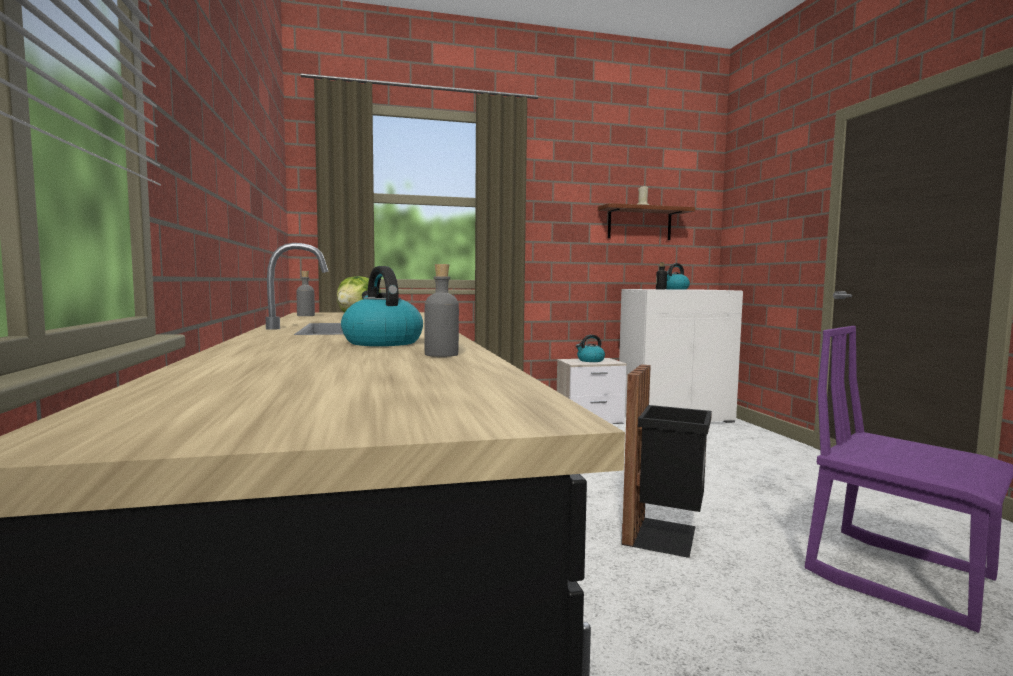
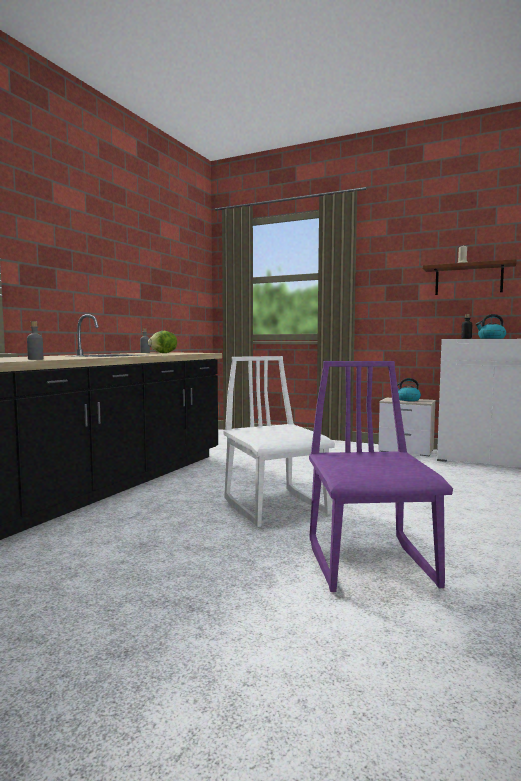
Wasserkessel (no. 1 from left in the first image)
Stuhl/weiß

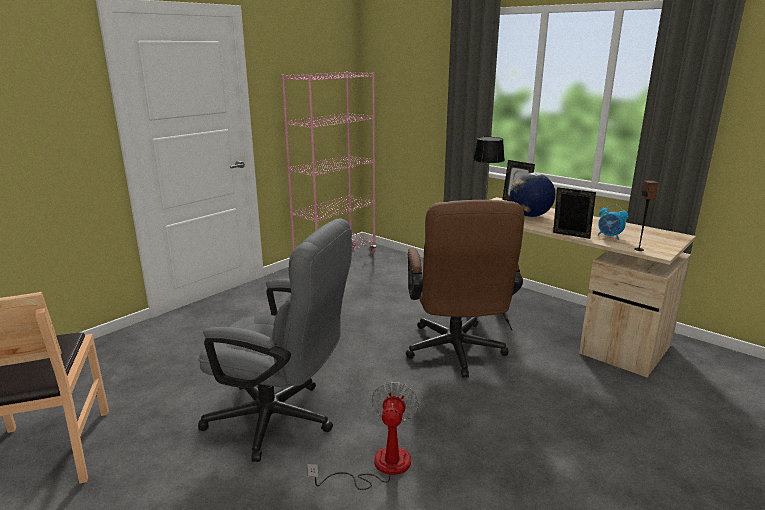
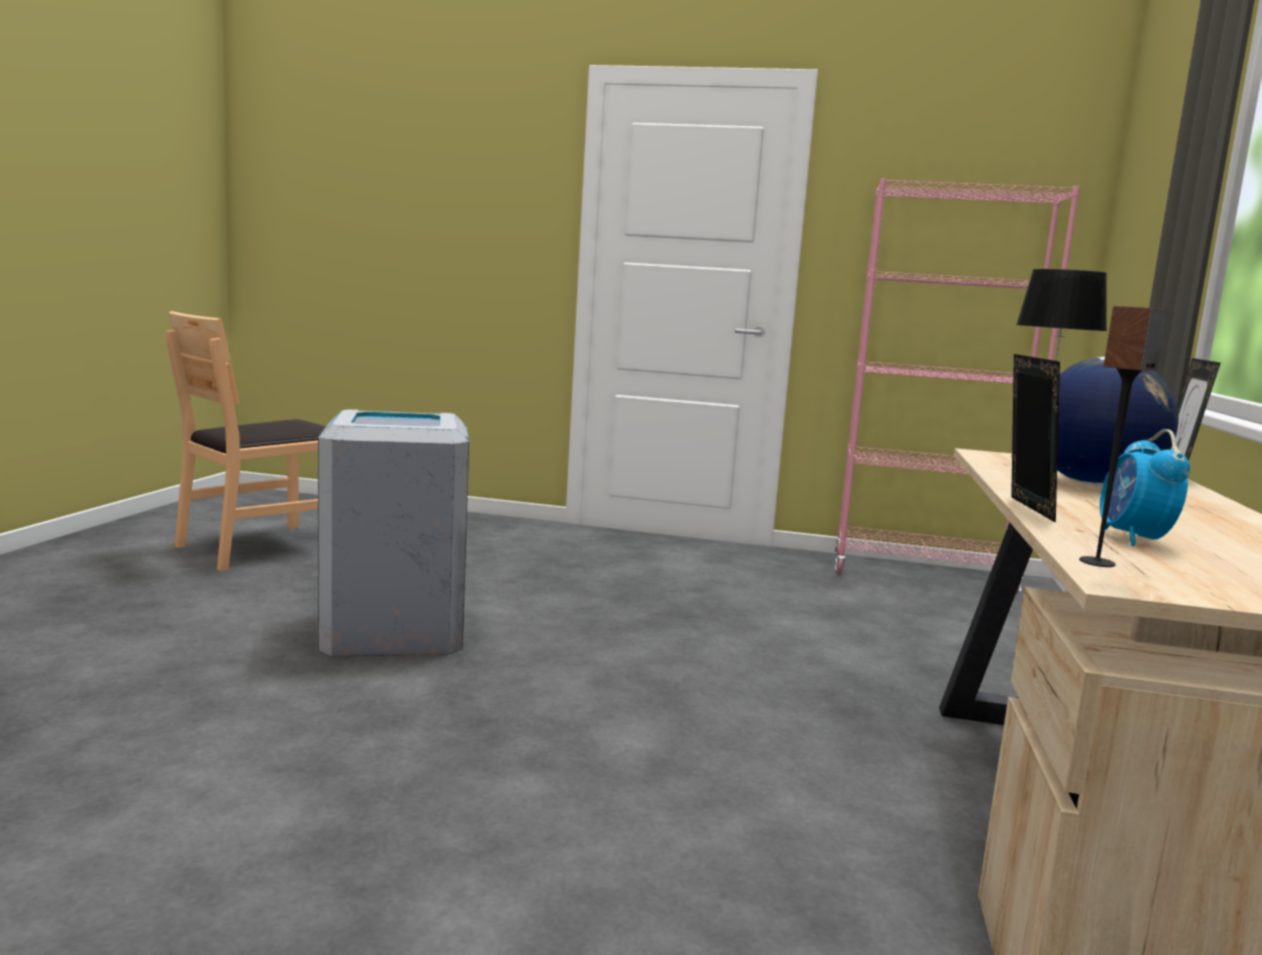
Bürostuhl/braun
Mülleimer/grau
Ventilator

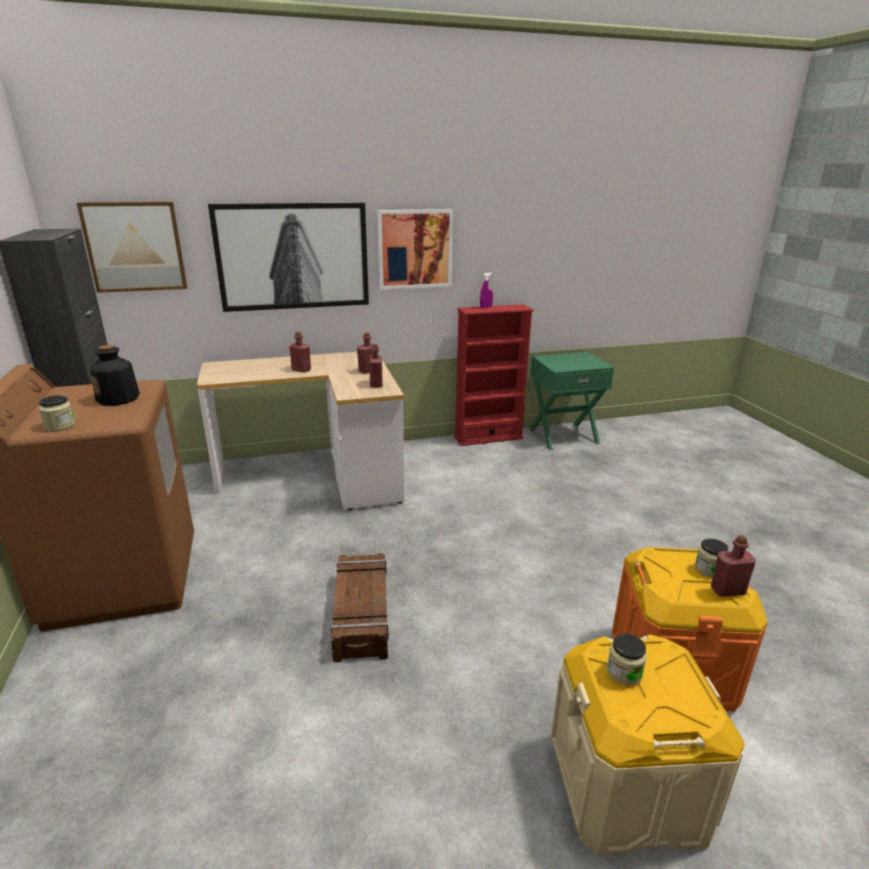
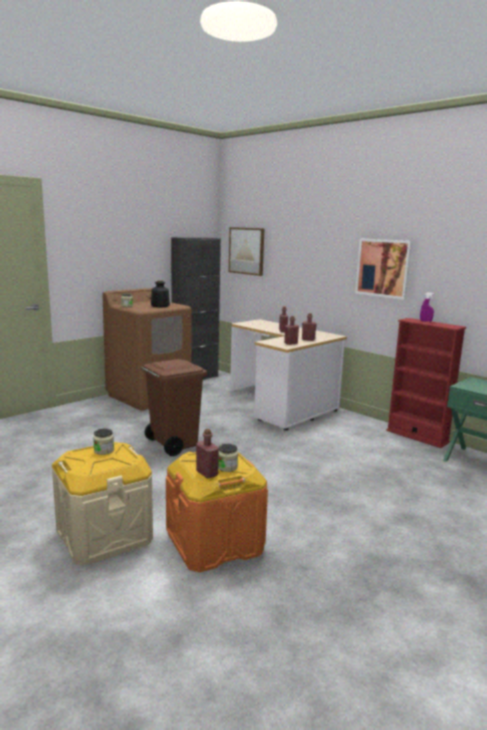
Bild (no. 2 from left in the first image)
Mülleimer/braun

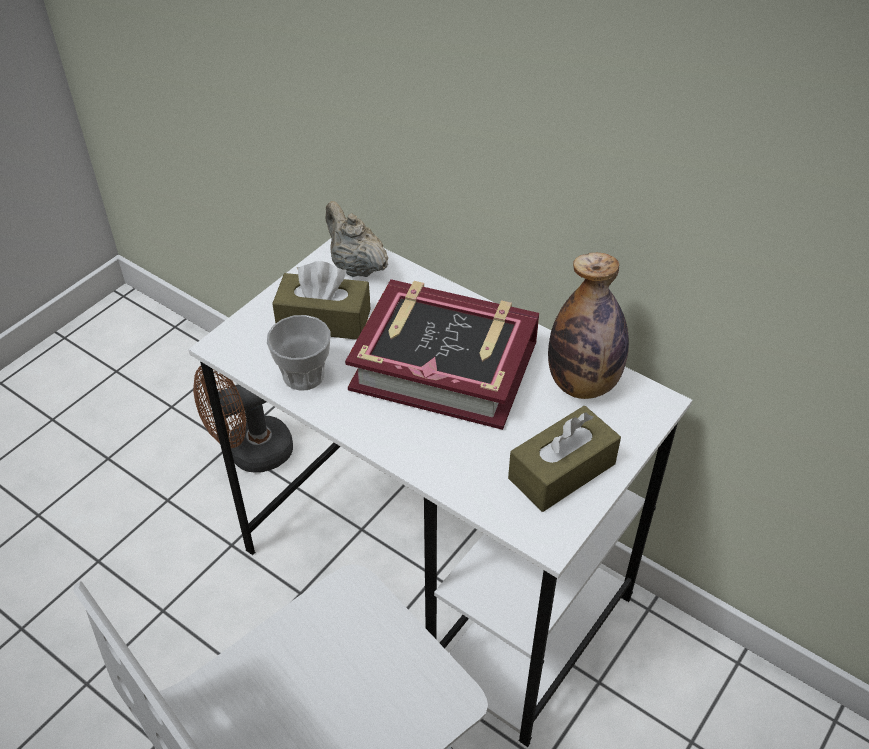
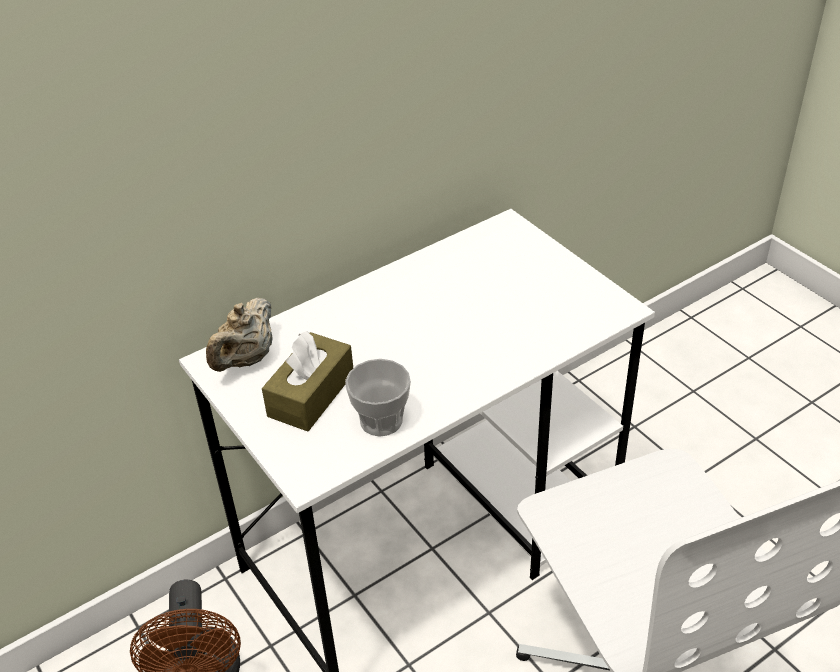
Teekanne/beige
Flasche
Buch
Taschentuchbox/braun (no. 2 from left in the first image)

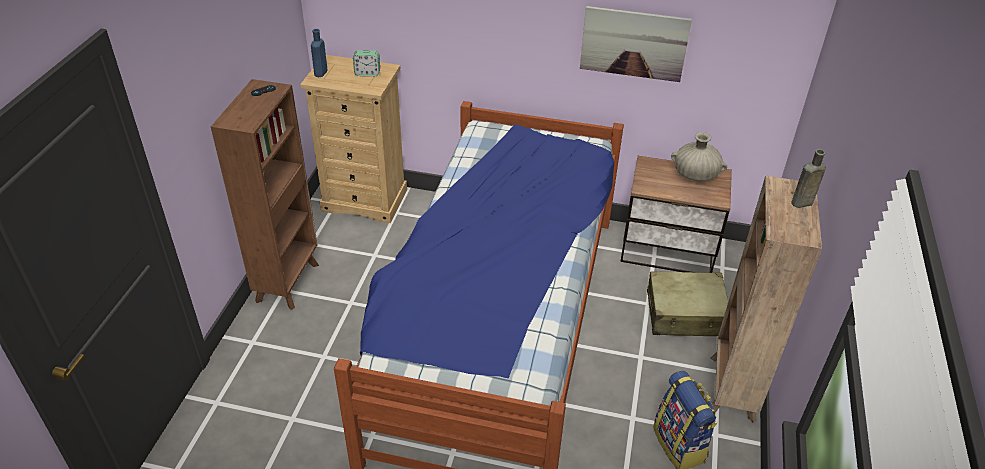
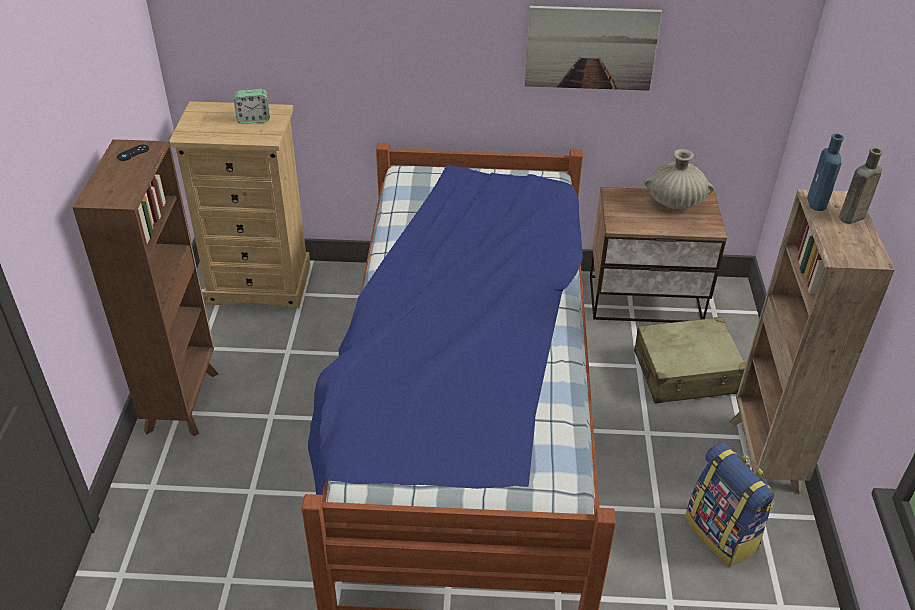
Flasche/blau

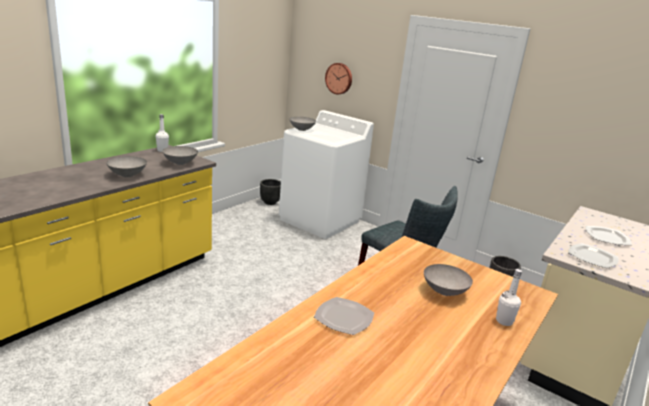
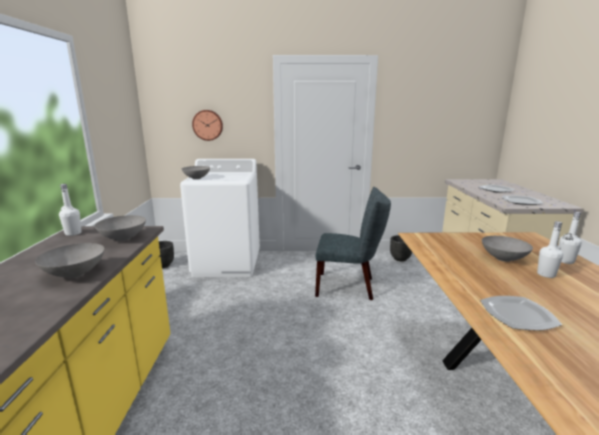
Flasche/weiß (no. 2 from left)

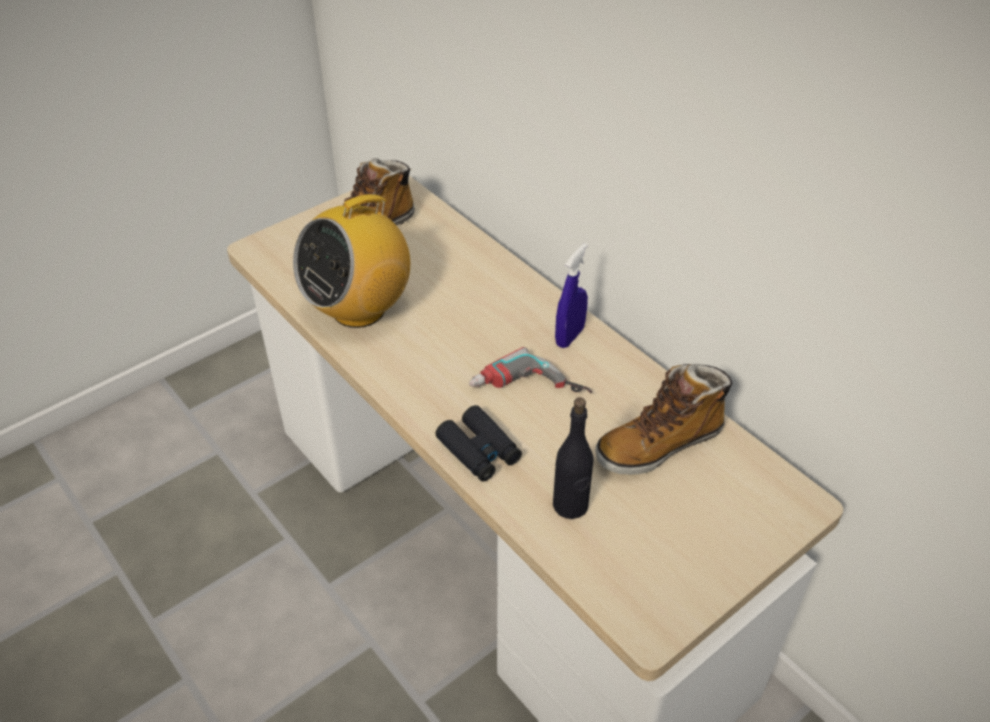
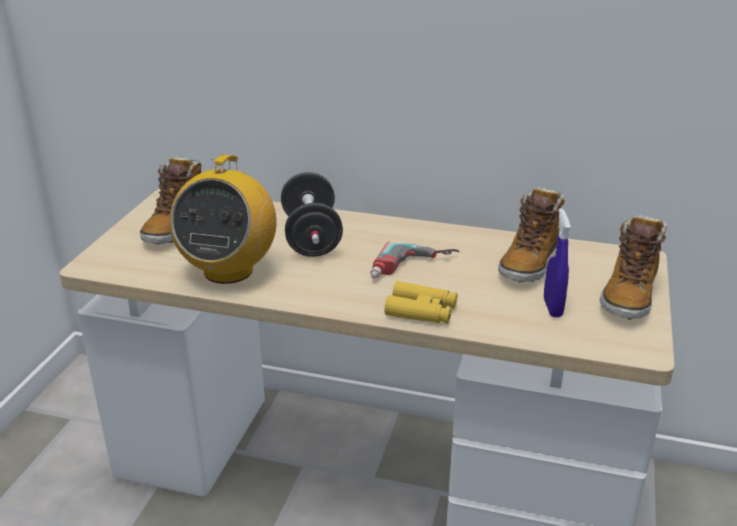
Sprühflasche/blau
Flasche/schwarz
Fernglas/gelb
Hantel/schwarz
Stiefel (no. 3 from left)

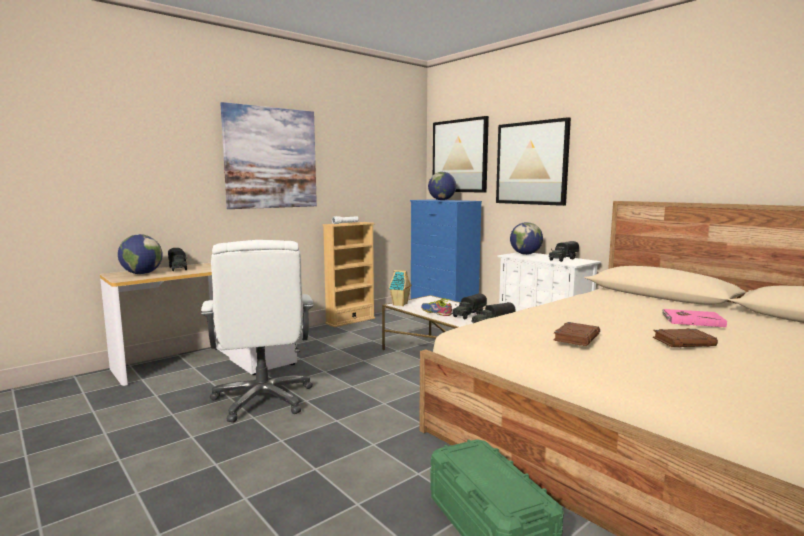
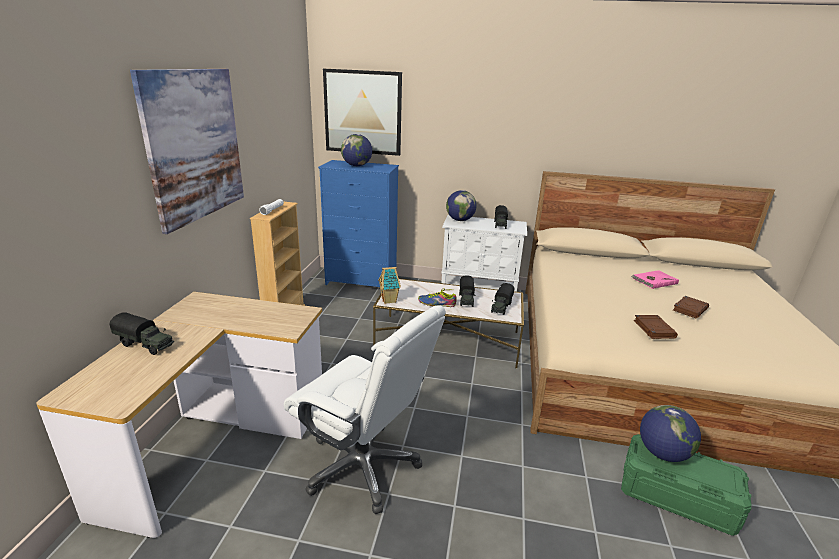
Bild (no. 3 from left in the first image)
Globus (no. 3 from left)

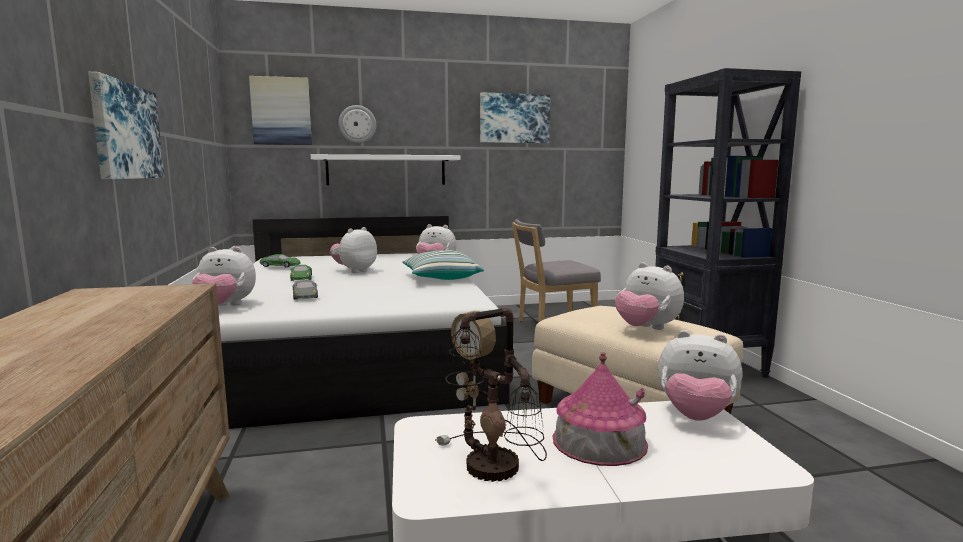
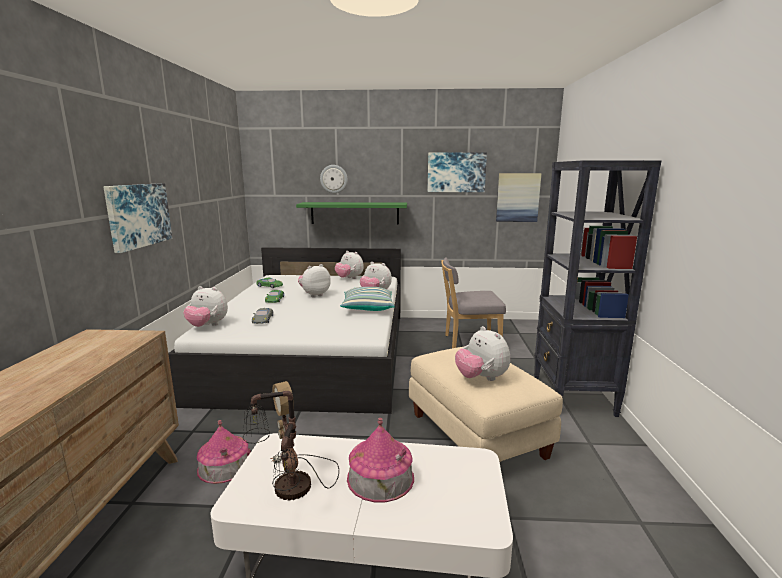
Bild (no. 3 from left)
Wandregal/grün
Plüschtier (no. 3 from left)
Spielzeughaus (no. 1 from left)

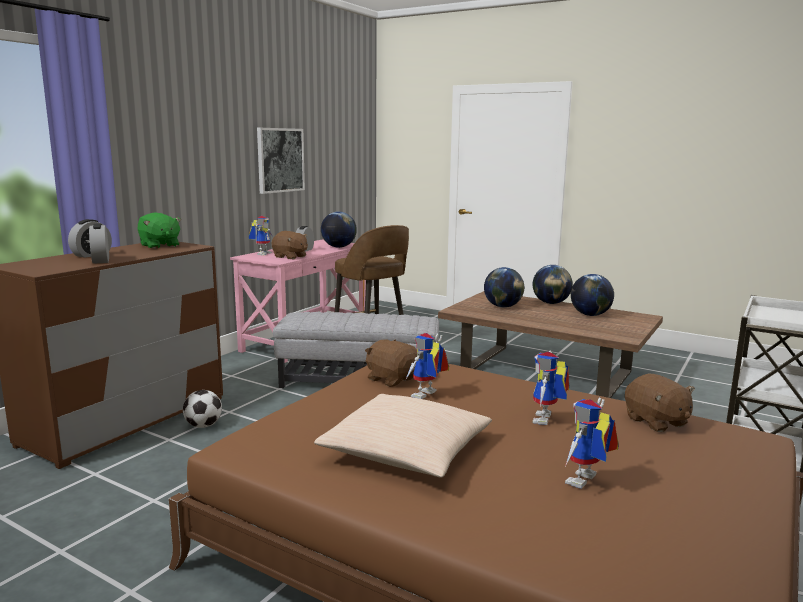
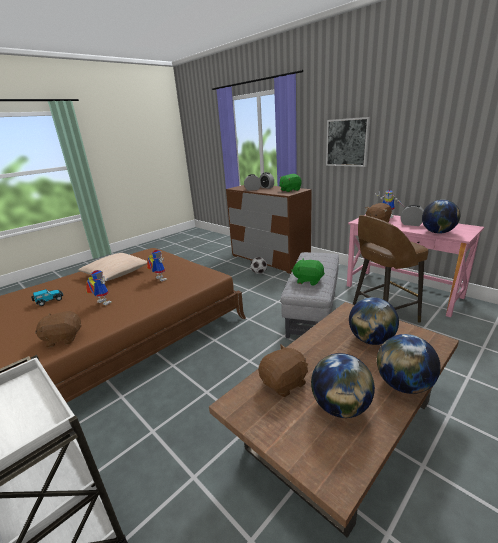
Bild
Plüschtier/braun (no. 2 from left)
Spielzeugauto
Plüschtier/grün (no. 2 from left)

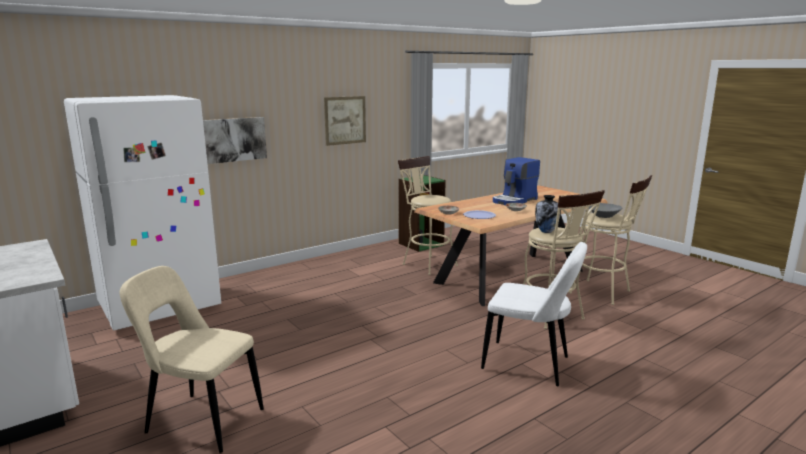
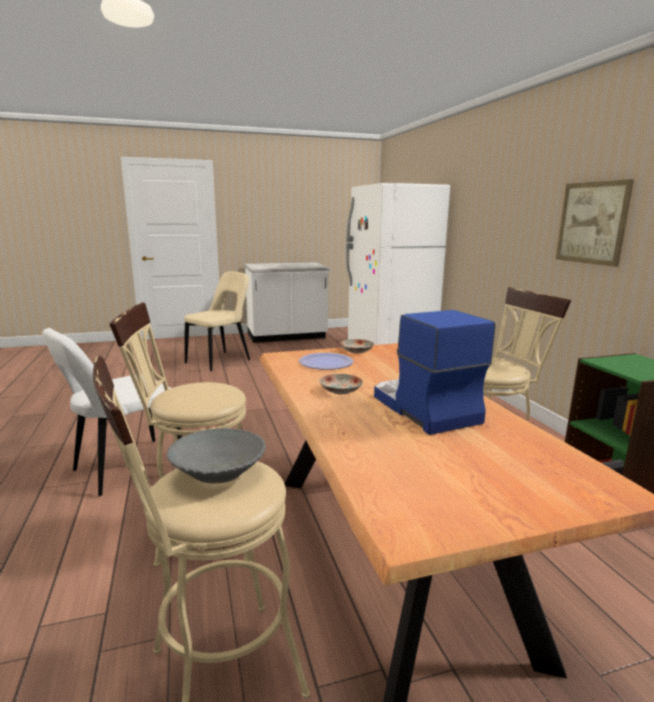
Bild (no. 1 from left in the first image)
Vase

